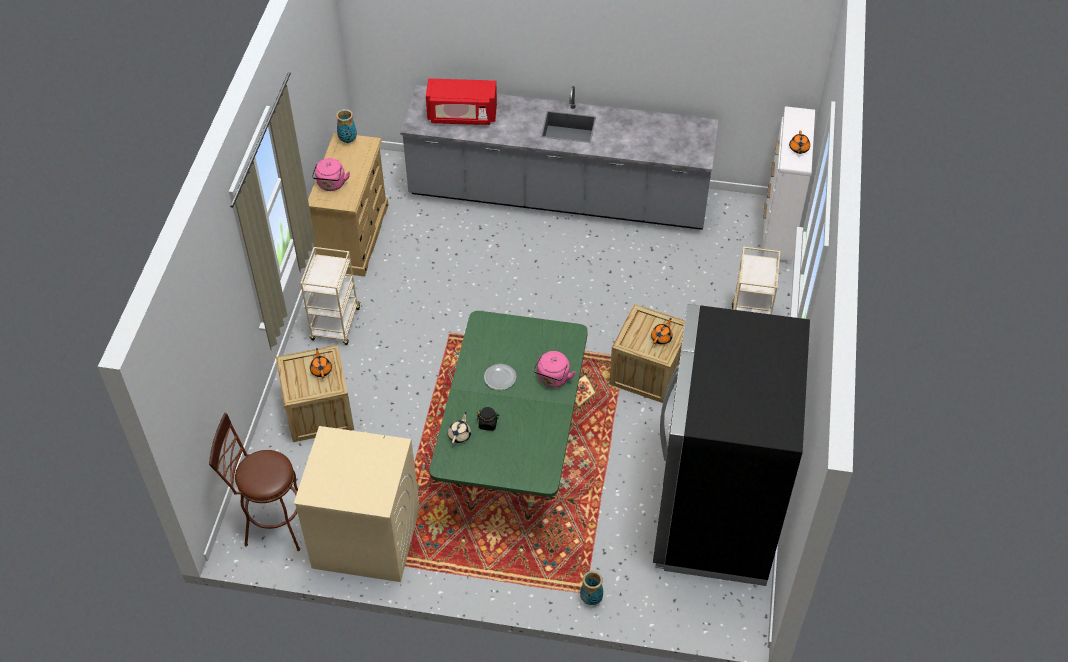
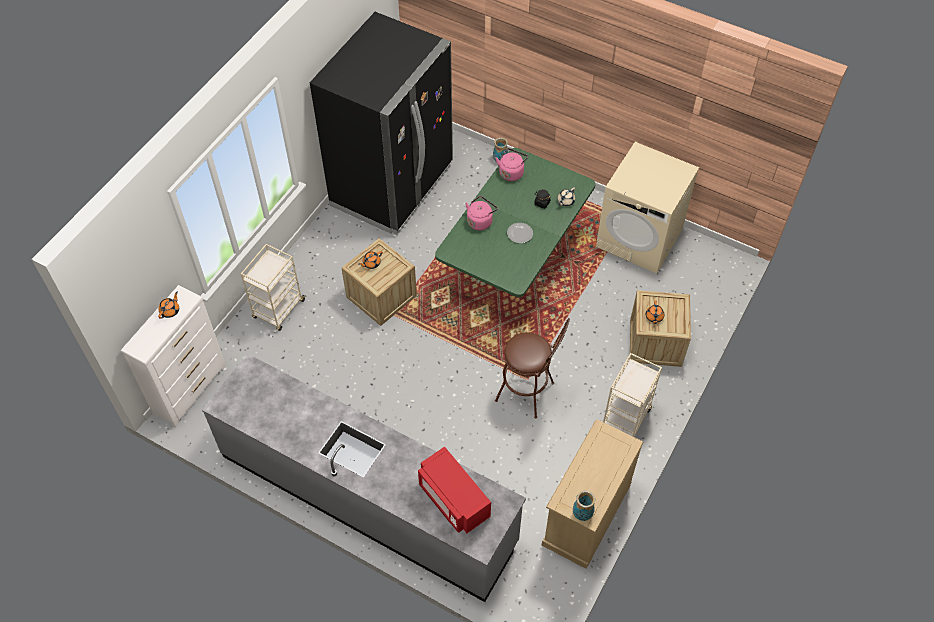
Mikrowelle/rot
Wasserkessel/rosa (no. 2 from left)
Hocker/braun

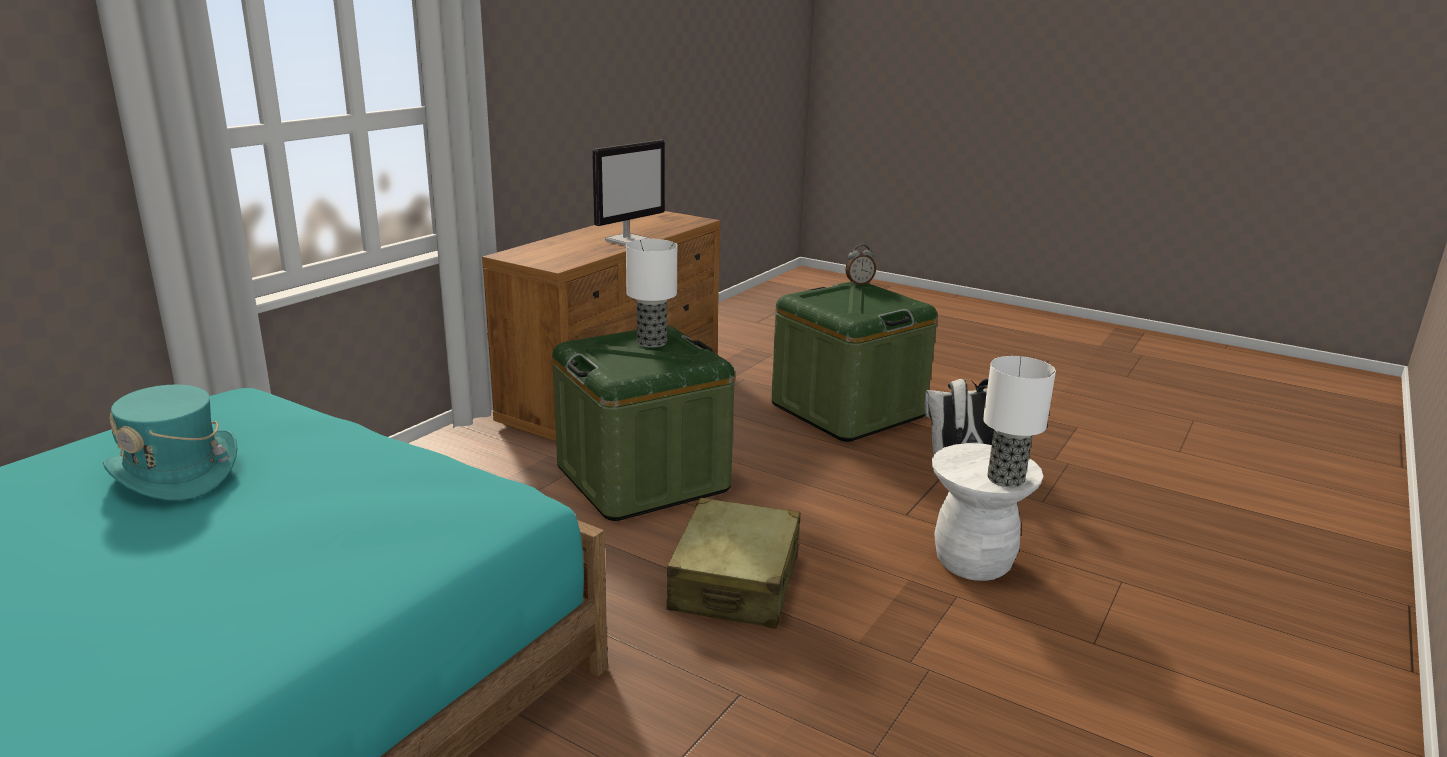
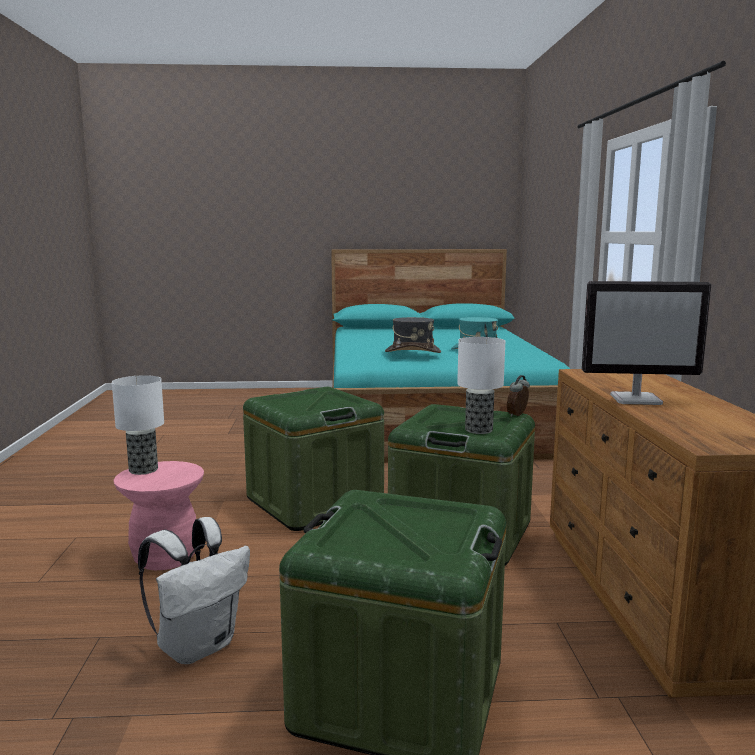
Monitor
Wecker
Hocker/rosa
Aufbewahrungsbox/grün (no. 1 from left)
Hut/grau

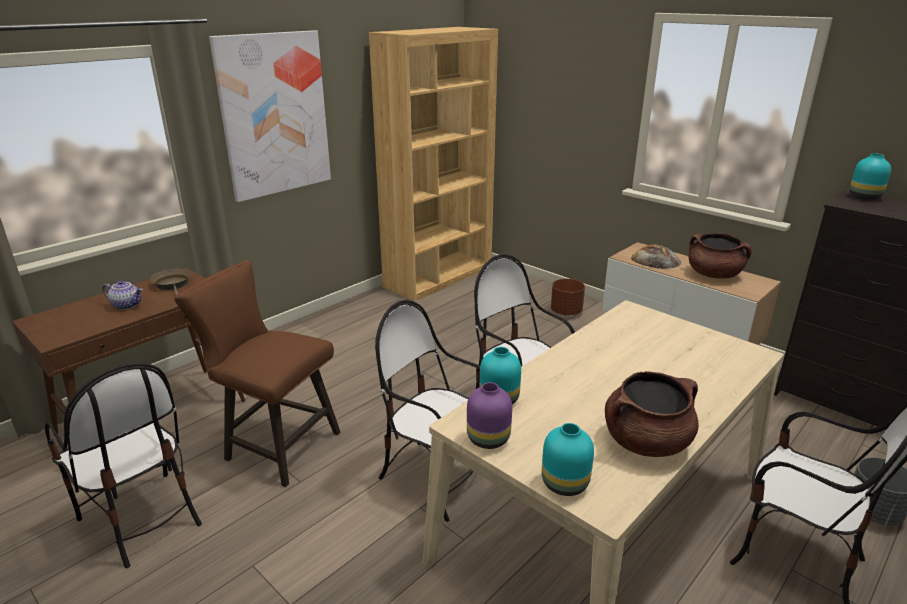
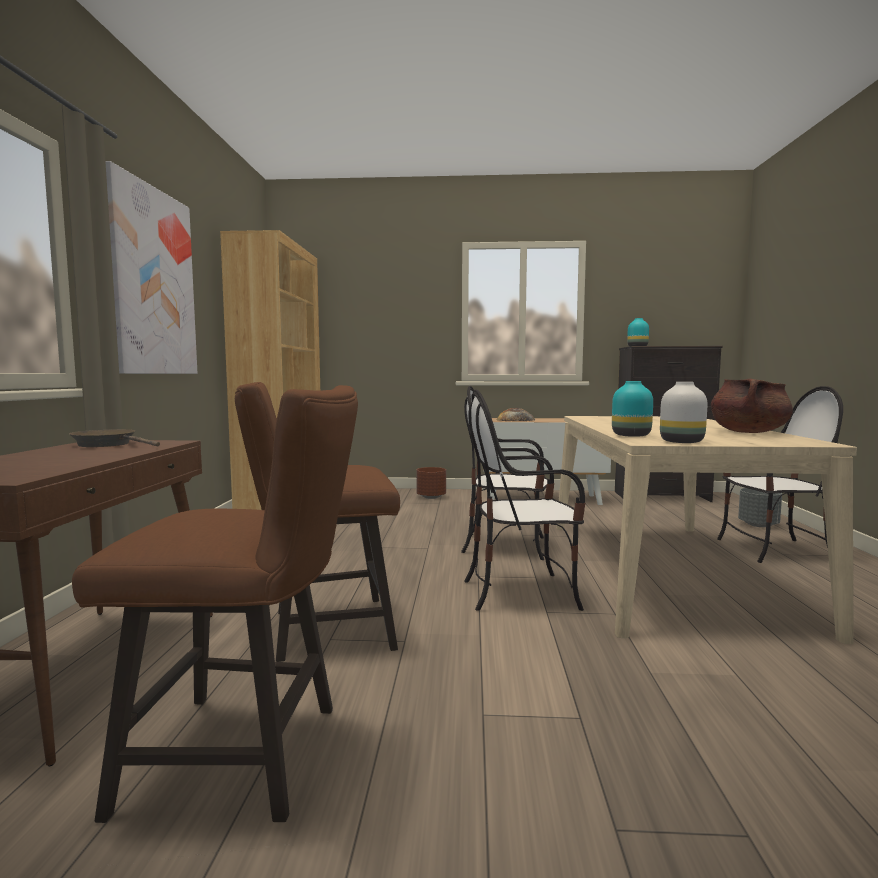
Kochtopf/braun (no. 2 from left in the first image)
Teekanne
Hocker/braun (no. 1 from left)
Vase/weiß
Vase/türkis (no. 2 from left in the first image)

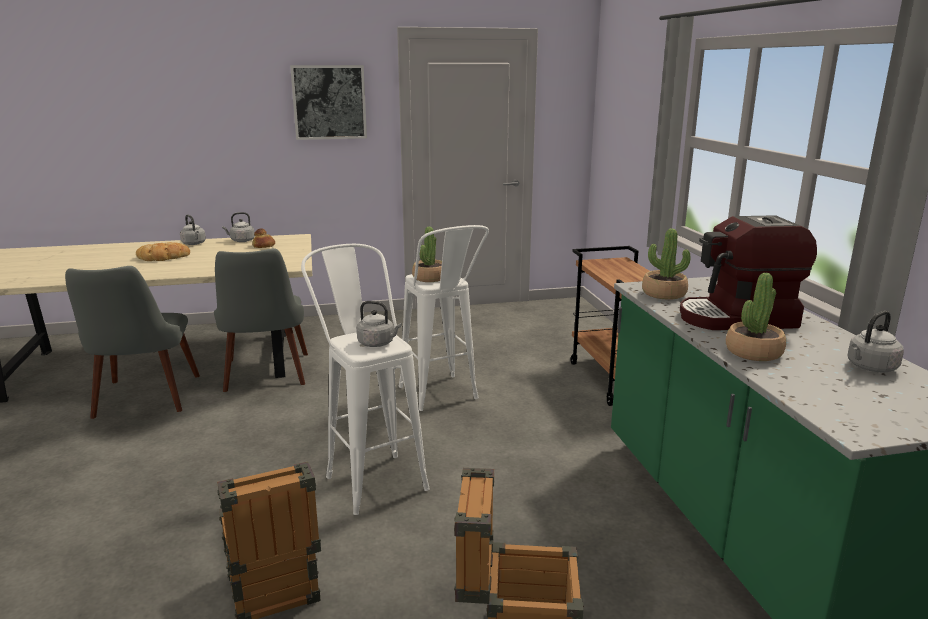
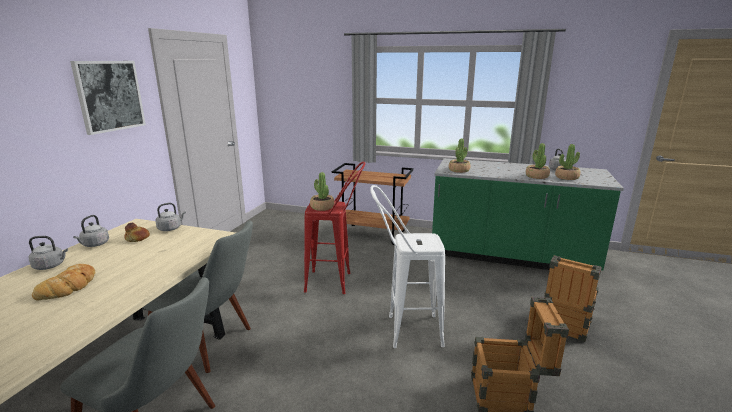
Kaffeemaschine
Hocker/rot
Wasserkessel/grau (no. 3 from left)
Topfpflanze (no. 4 from left)

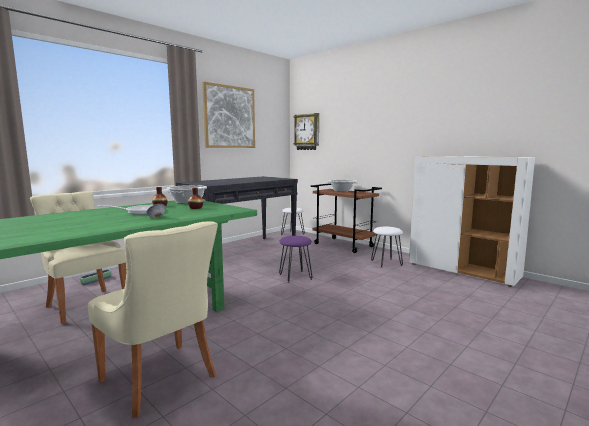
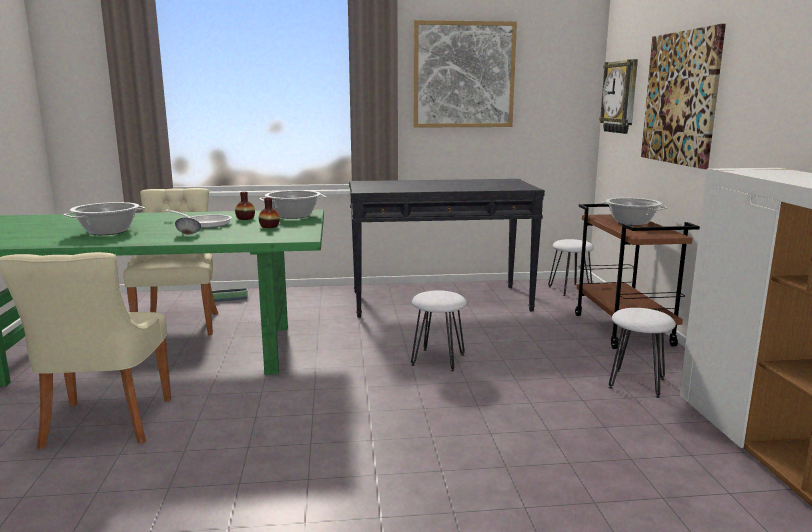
Hocker/weiß (no. 1 from left)
Bild (no. 2 from left)
Kochtopf (no. 1 from left)

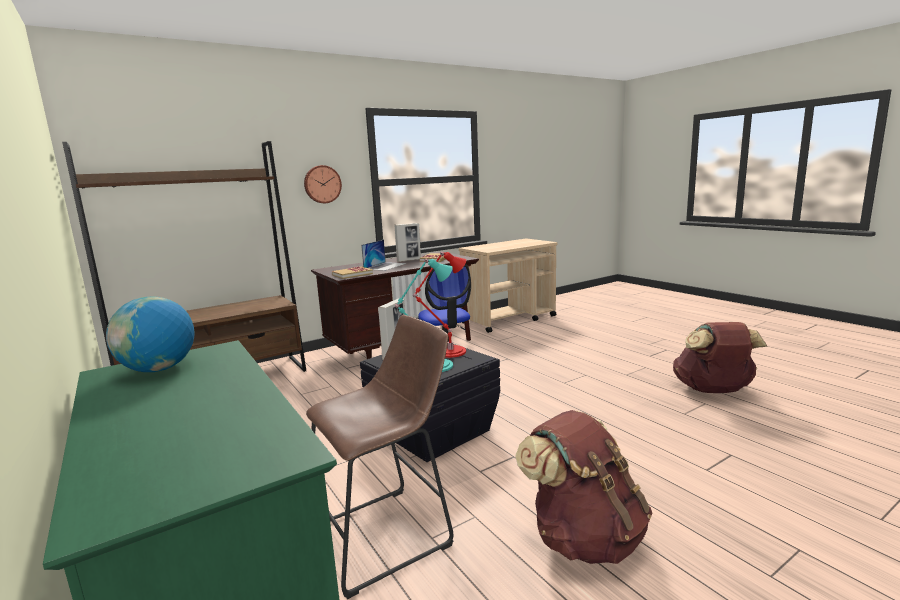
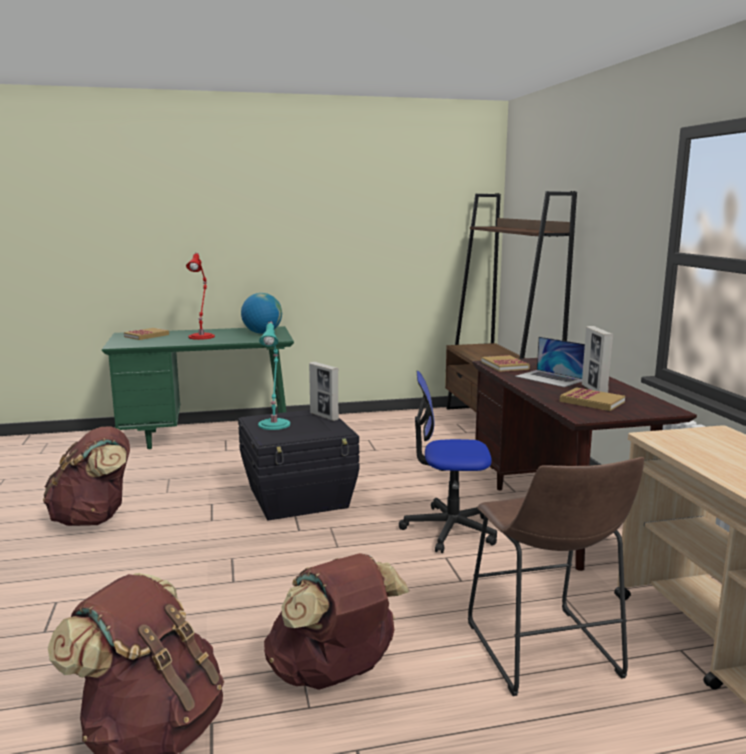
Wanduhr
Tischlampe/rot
Hocker/braun
Buch (no. 1 from left)
Rucksack/braun (no. 3 from left)

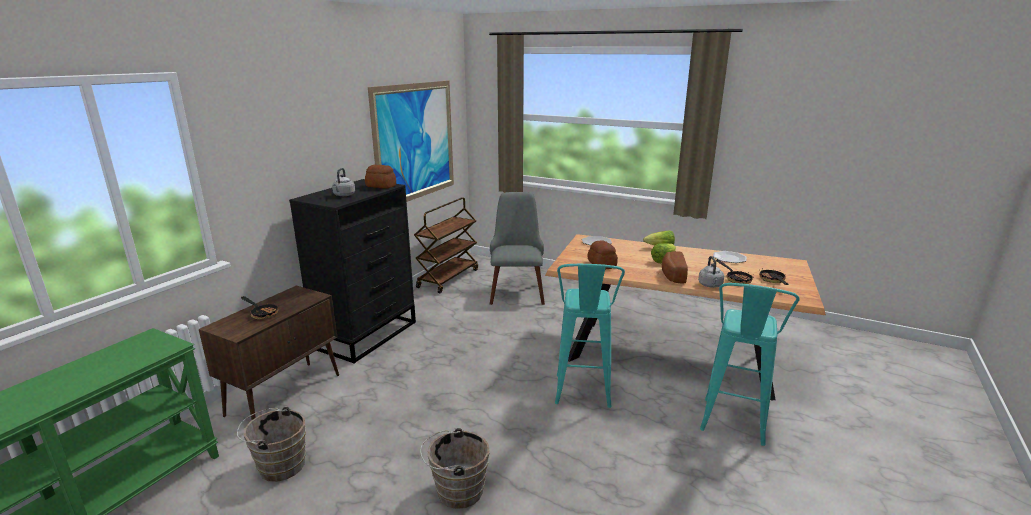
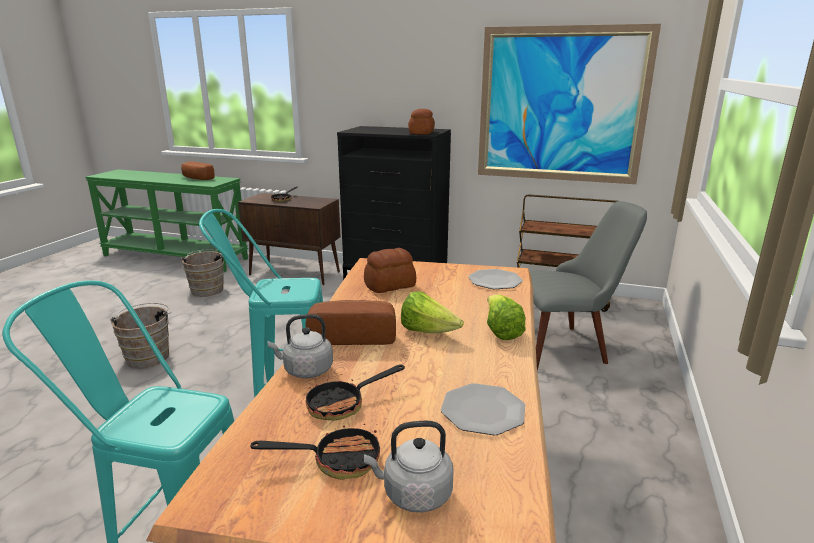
Wasserkessel/grau (no. 2 from left)
Brot (no. 1 from left)

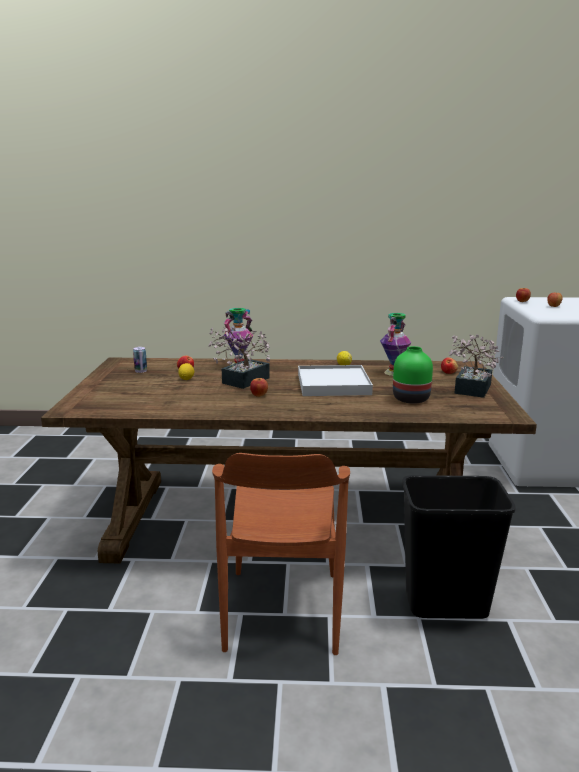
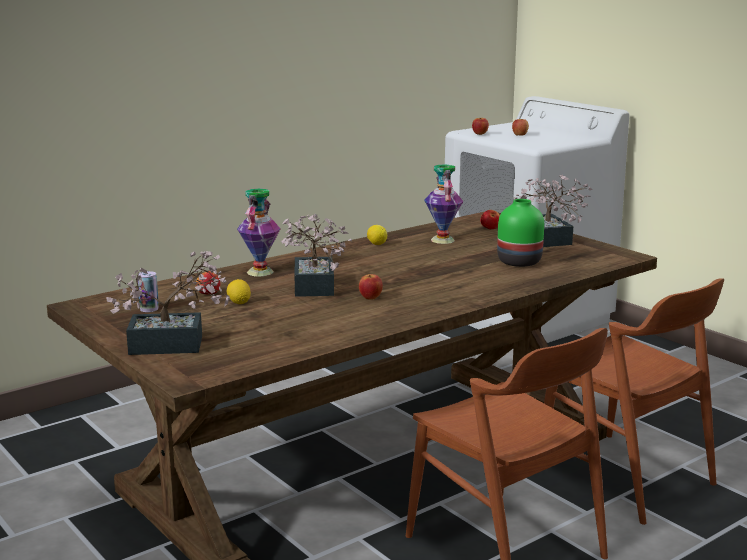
Tablett/weiß
Stuhl/braun (no. 2 from left)
Topfpflanze (no. 1 from left)

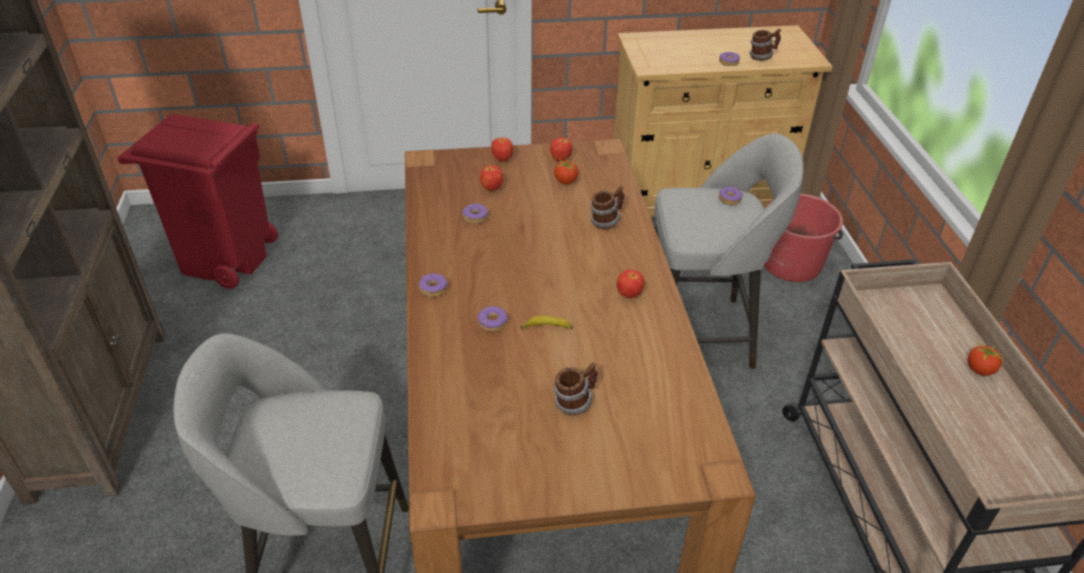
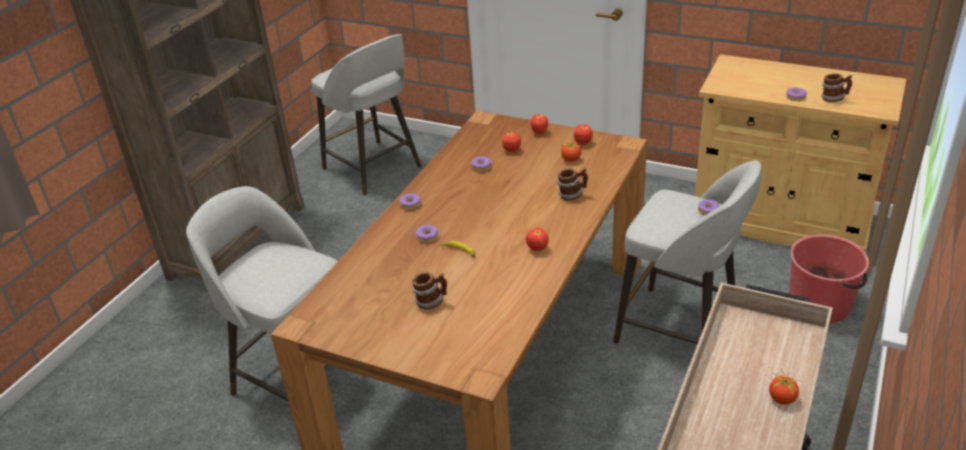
Hocker/grau (no. 2 from left)

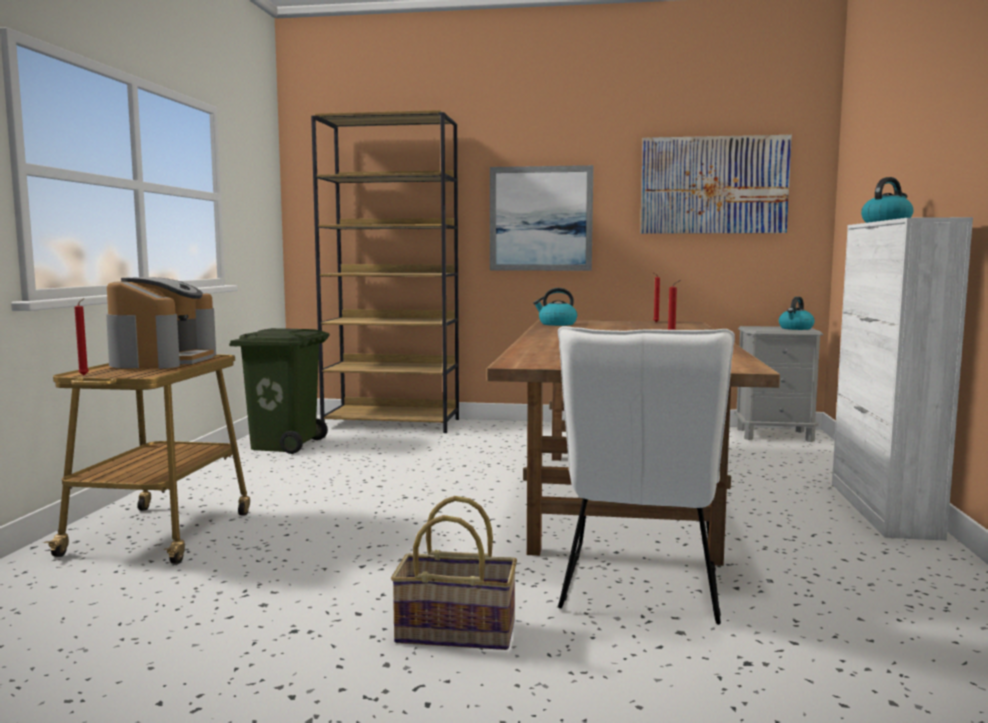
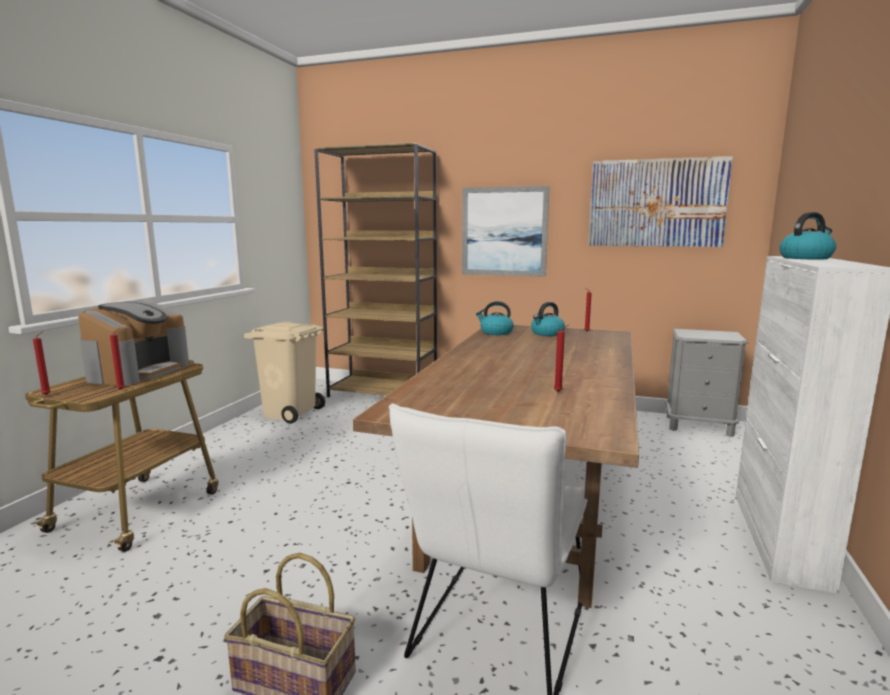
Wasserkessel (no. 2 from left)
Mülleimer/beige
Kerze/rot (no. 2 from left)

